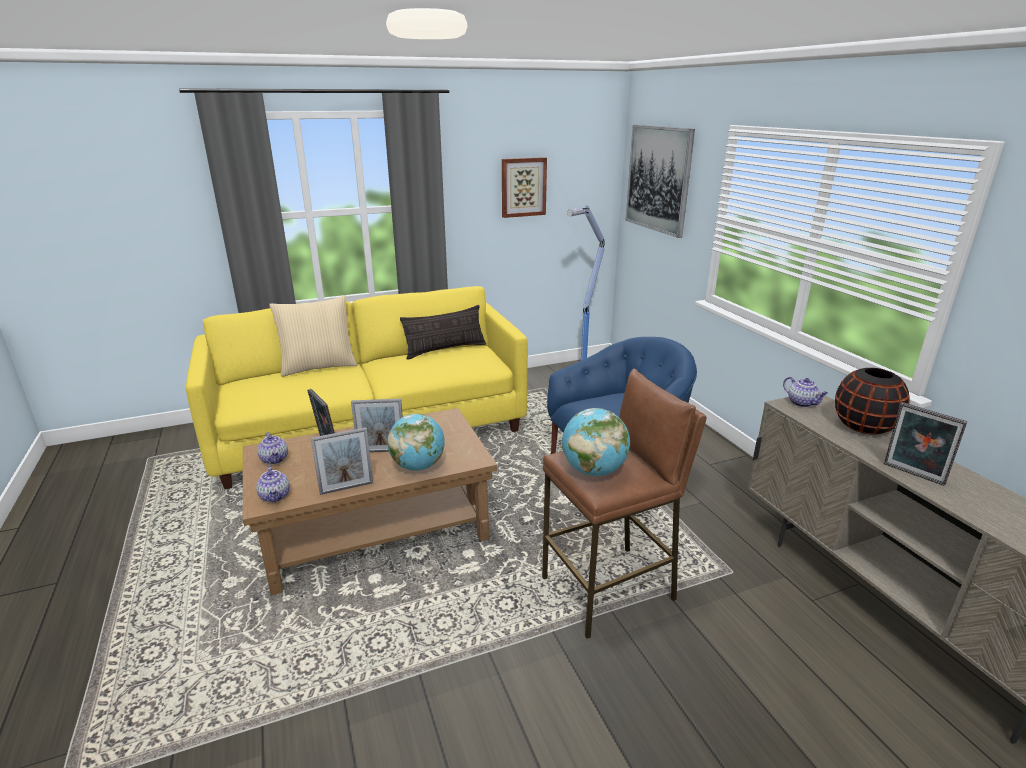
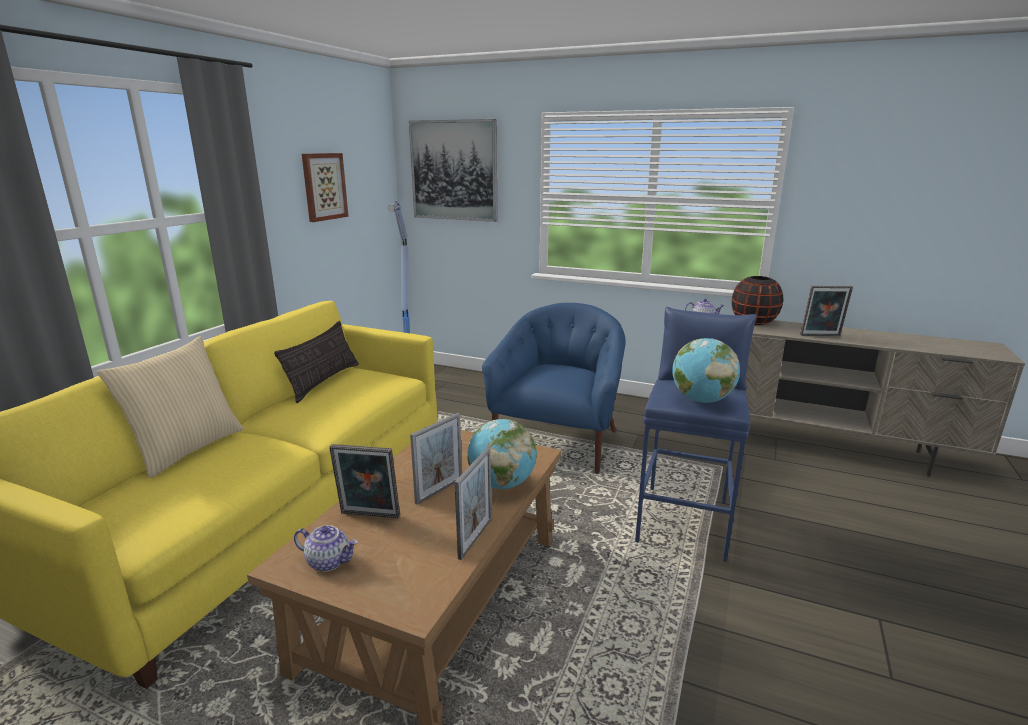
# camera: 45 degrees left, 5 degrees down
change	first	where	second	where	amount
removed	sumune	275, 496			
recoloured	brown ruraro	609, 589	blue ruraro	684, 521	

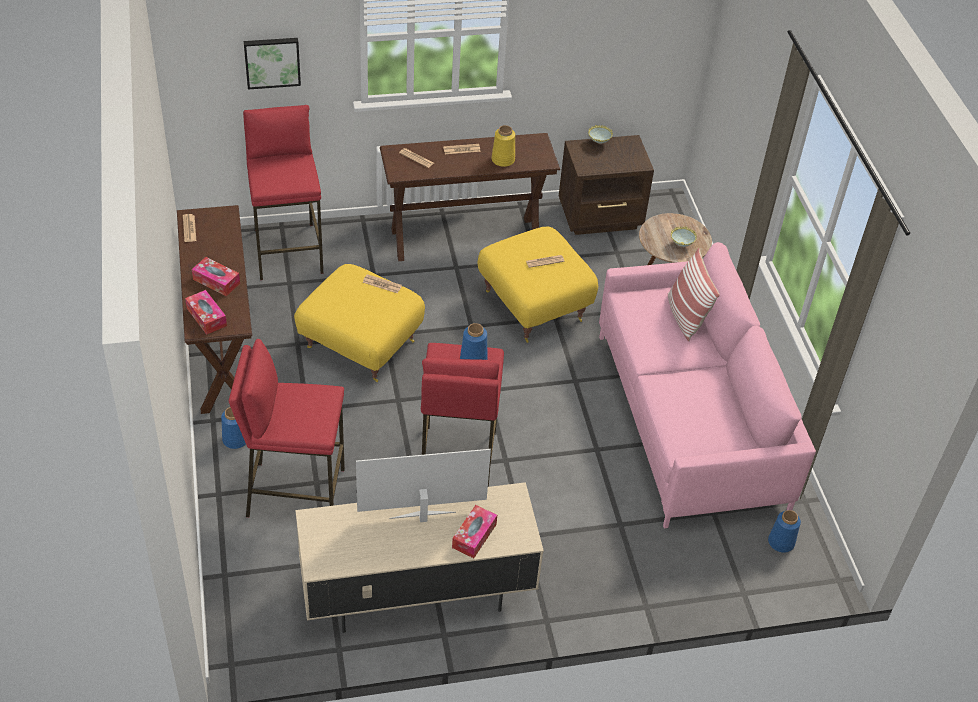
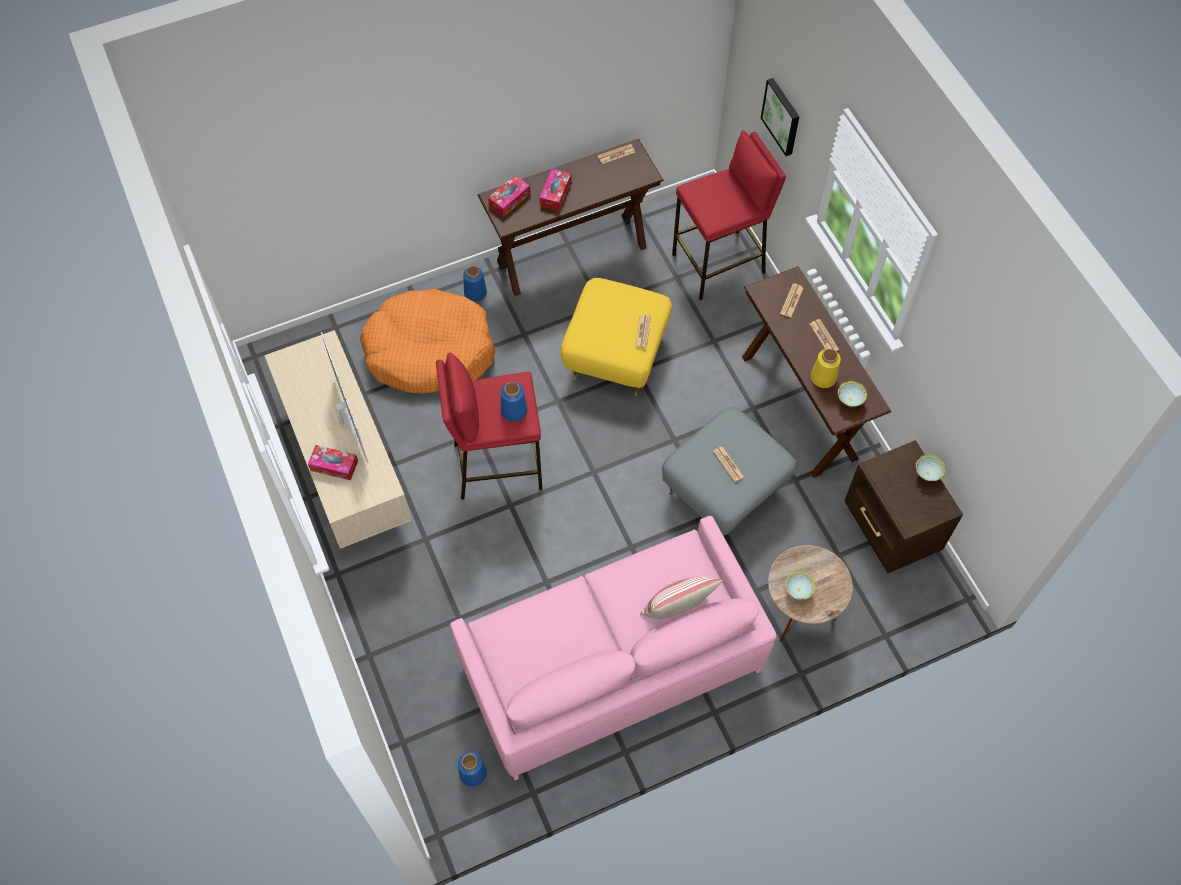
# camera: 80 degrees right, 15 degrees up
change	first	where	second	where	amount
replaced	red ruraro	295, 492	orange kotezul	430, 351	
recoloured	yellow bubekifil	534, 306	grey bubekifil	723, 490	
added			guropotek	849, 401	

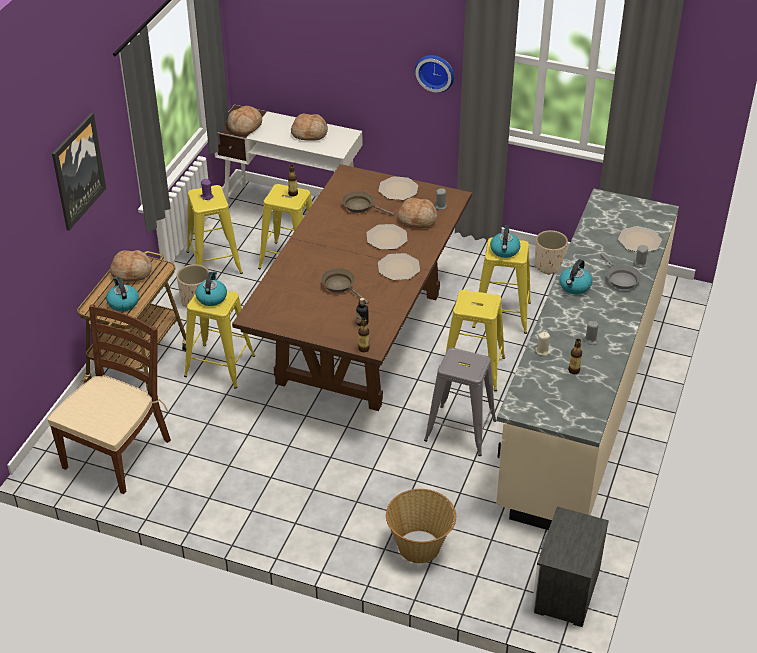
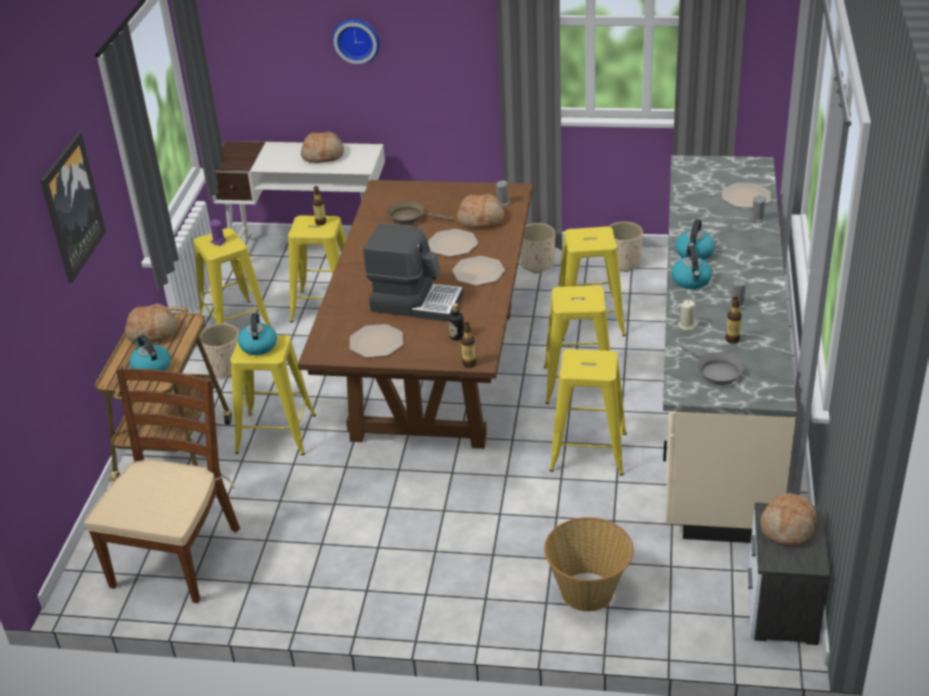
# camera: 10 degrees left, 5 degrees down
change	first	where	second	where	amount
moved	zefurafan	245, 126		788, 527	
replaced	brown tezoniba	340, 286	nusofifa	416, 302	
moved	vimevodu	398, 189		376, 342	
moved	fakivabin	435, 71		356, 39	
recoloured	grey ruraro	460, 430	yellow ruraro	588, 452	
moved	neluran	504, 251		691, 281	
moved	grey tezoniba	620, 279		715, 372	
added			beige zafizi	537, 264	

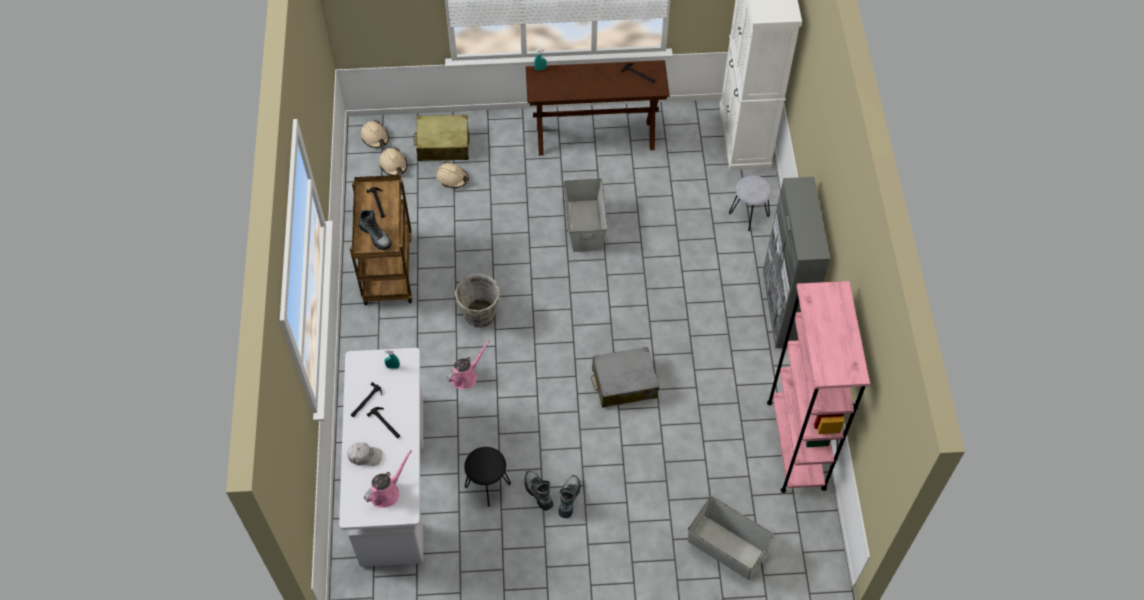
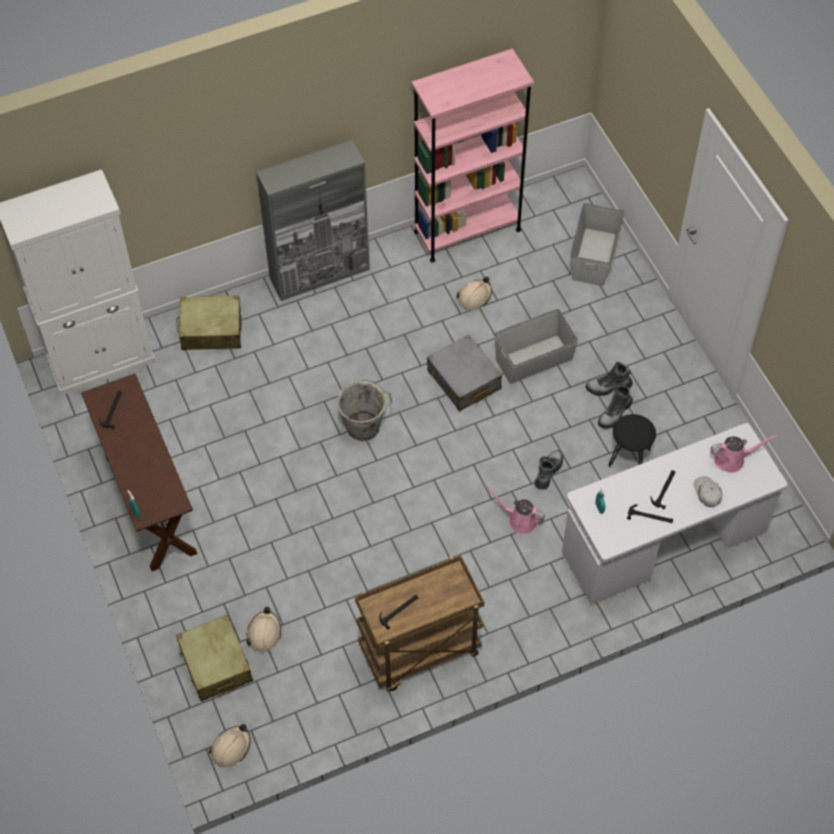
# camera: 110 degrees left, 0 degrees up
change	first	where	second	where	amount
moved	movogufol	375, 236		548, 472	
turned	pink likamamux	387, 492		732, 459	150 degrees clockwise
moved	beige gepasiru	393, 165		474, 296	
moved	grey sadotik	479, 316		364, 426	
moved	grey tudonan	585, 225		533, 359	
replaced	grey ruraro	748, 214	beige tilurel	211, 330	

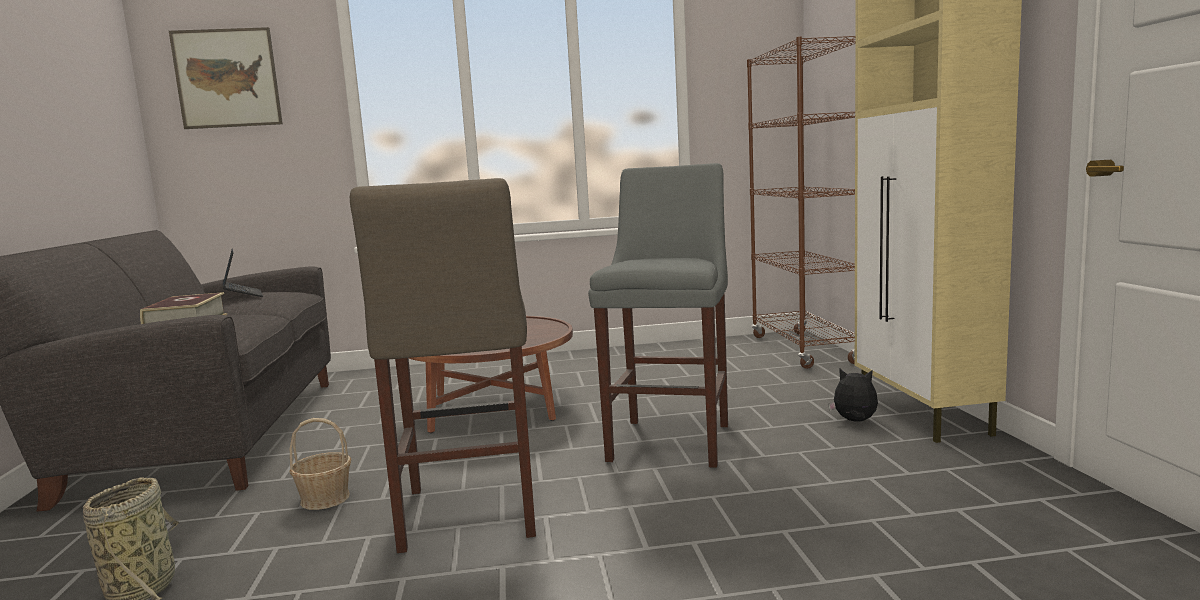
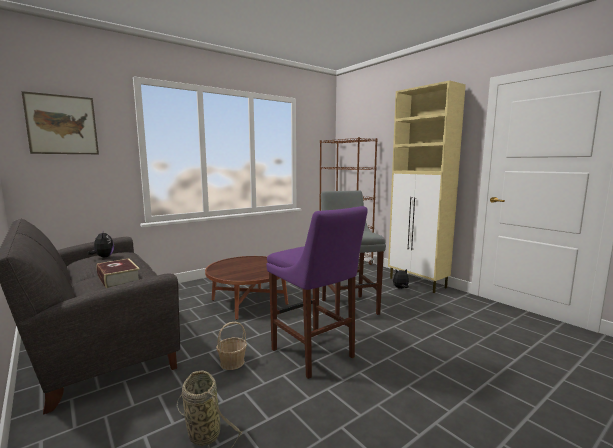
# camera: 30 degrees left, 0 degrees up
change	first	where	second	where	amount
replaced	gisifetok	243, 295	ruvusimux	103, 257	
recoloured	beige ruraro	468, 516	purple ruraro	314, 355	

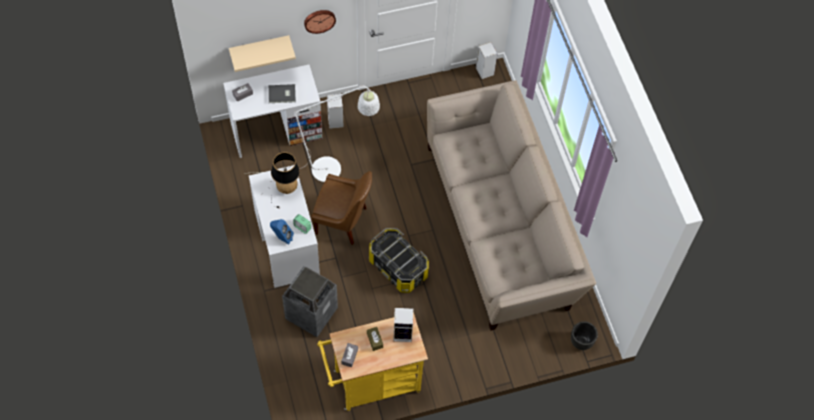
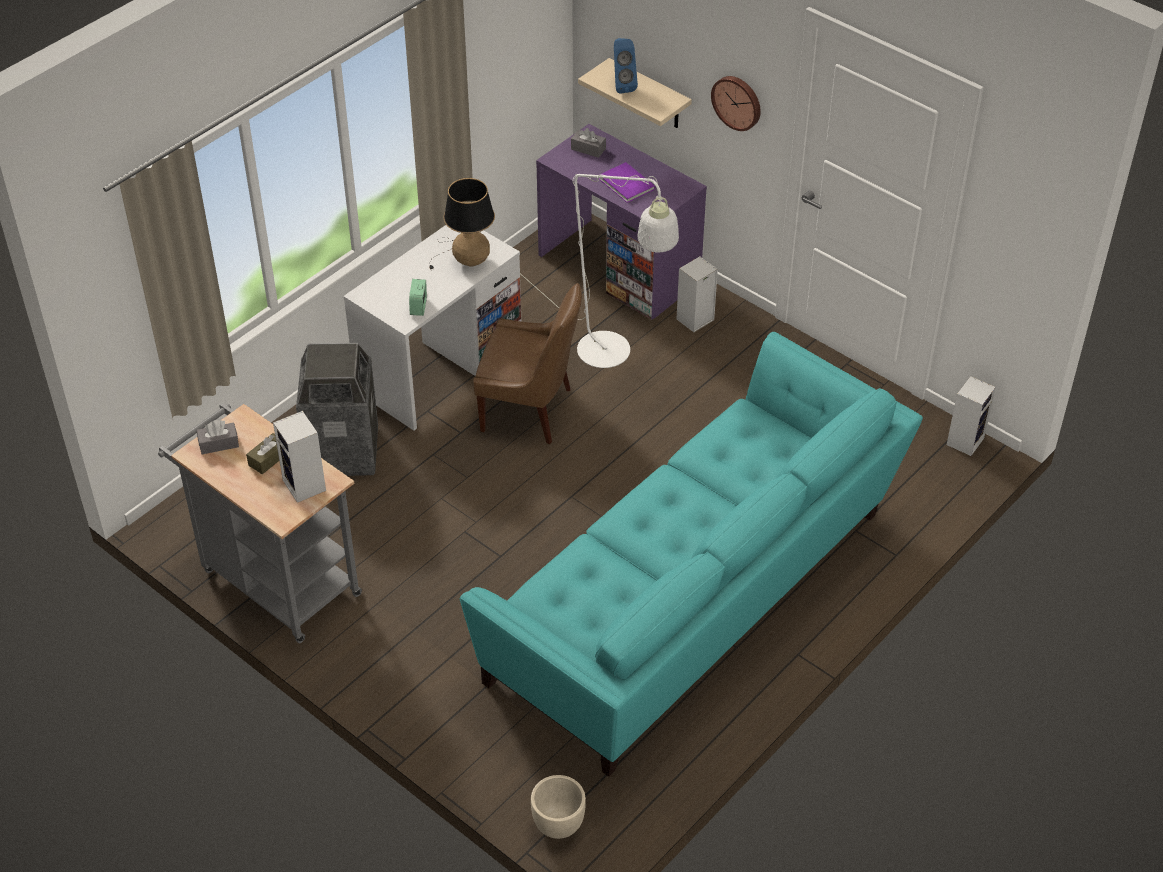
# camera: 60 degrees right, 15 degrees down
change	first	where	second	where	amount
recoloured	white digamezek	276, 130	purple digamezek	619, 268	
recoloured	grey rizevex	282, 95	purple rizevex	626, 185	
moved	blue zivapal	282, 238		622, 85	
turned	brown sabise	343, 221		530, 411	60 degrees counterclockwise
recoloured	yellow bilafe	372, 383	grey bilafe	274, 578	
removed	tudonan	398, 267			
recoloured	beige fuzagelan	501, 225	turquoise fuzagelan	694, 602	
recoloured	black zafizi	581, 342	beige zafizi	558, 825	

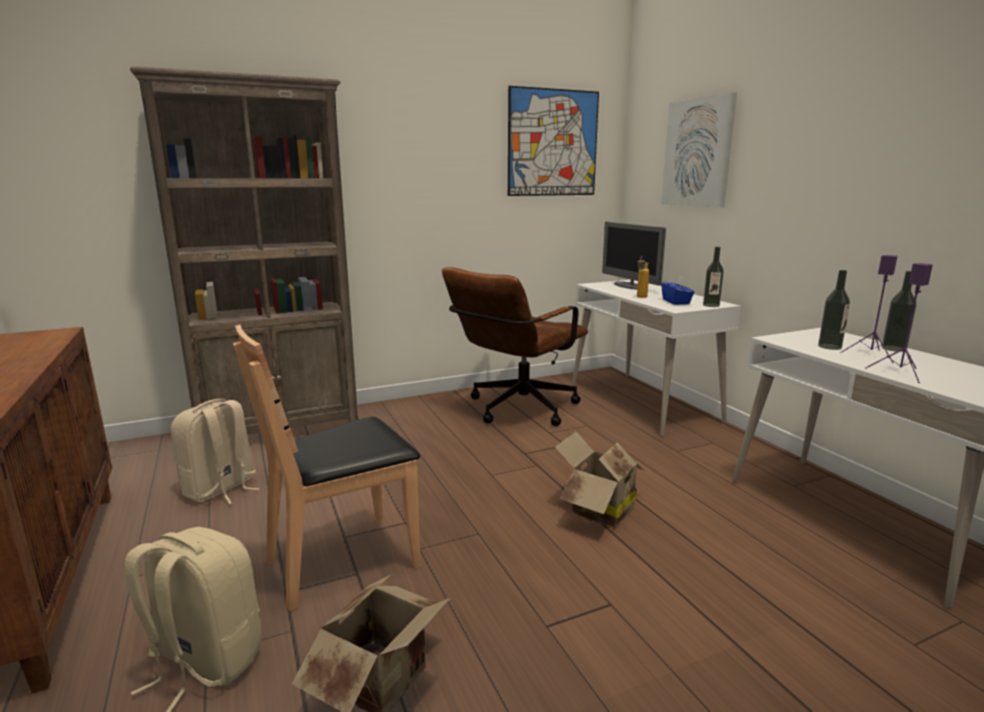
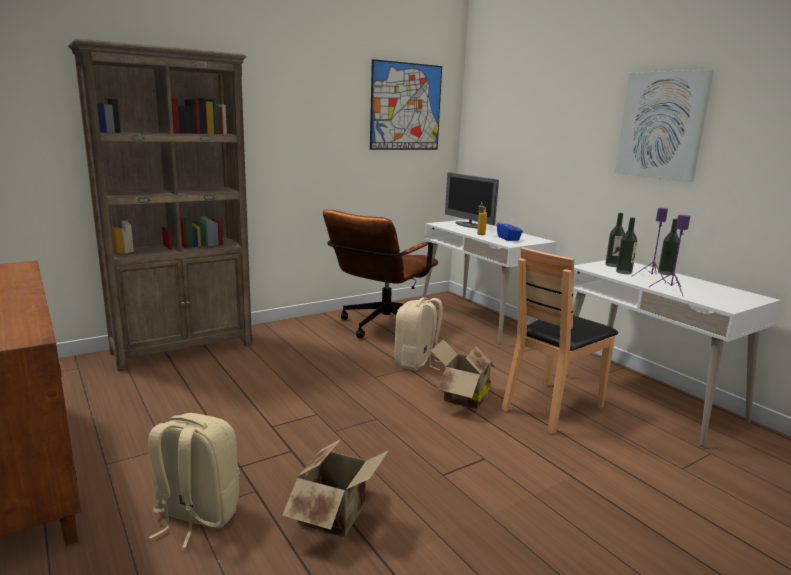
# camera: 10 degrees left, 0 degrees up
change	first	where	second	where	amount
moved	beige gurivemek	220, 489		417, 363	
moved	brown sabise	344, 561		551, 407	
moved	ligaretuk	698, 153		661, 125	
moved	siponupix	711, 305		612, 265	

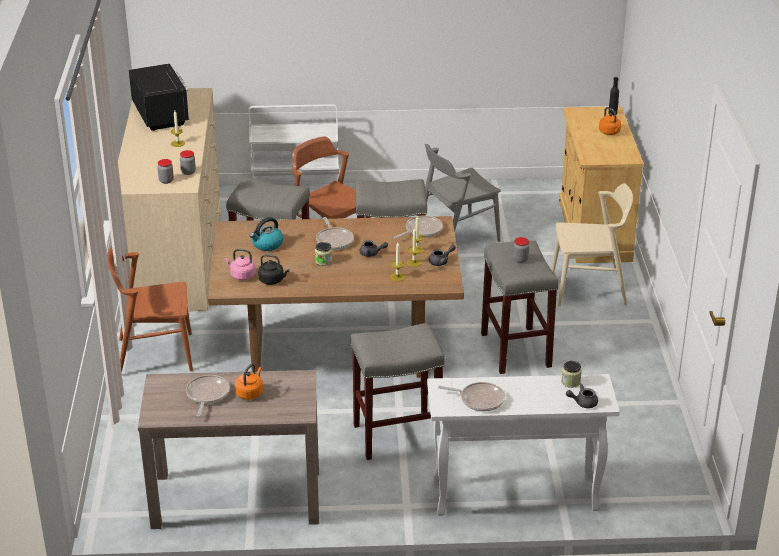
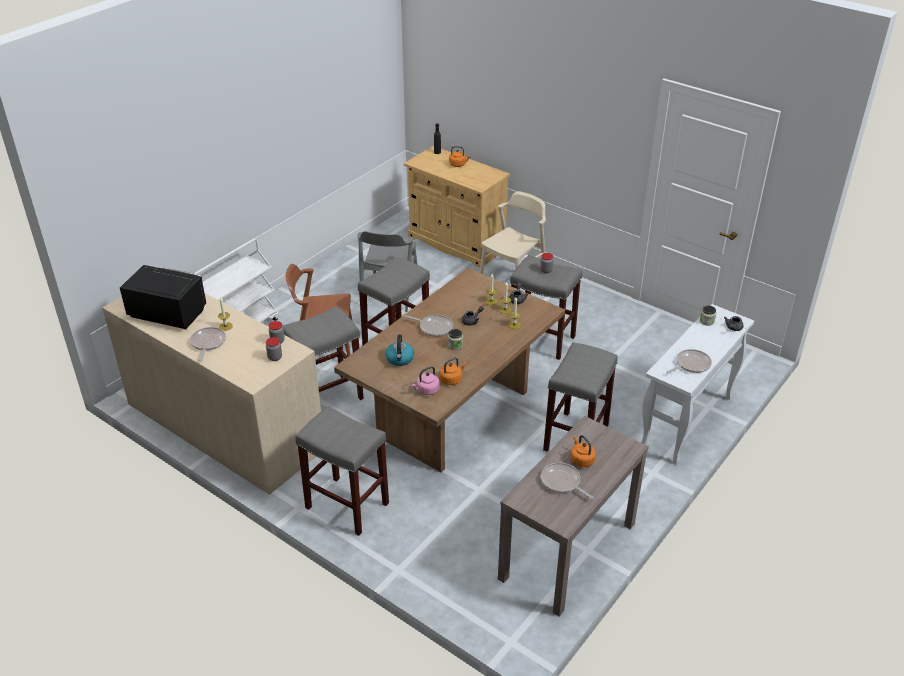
# camera: 50 degrees left, 5 degrees up
change	first	where	second	where	amount
replaced	brown sabise	155, 354	grey ruraro	346, 505	
recoloured	black neluran	272, 280	orange neluran	451, 379	
moved	tezoniba	421, 230		207, 343	

